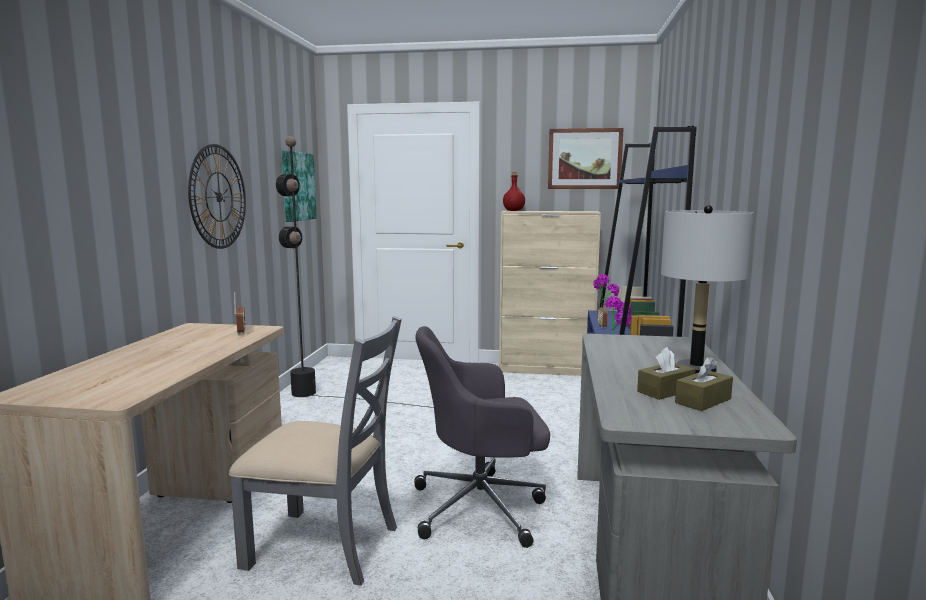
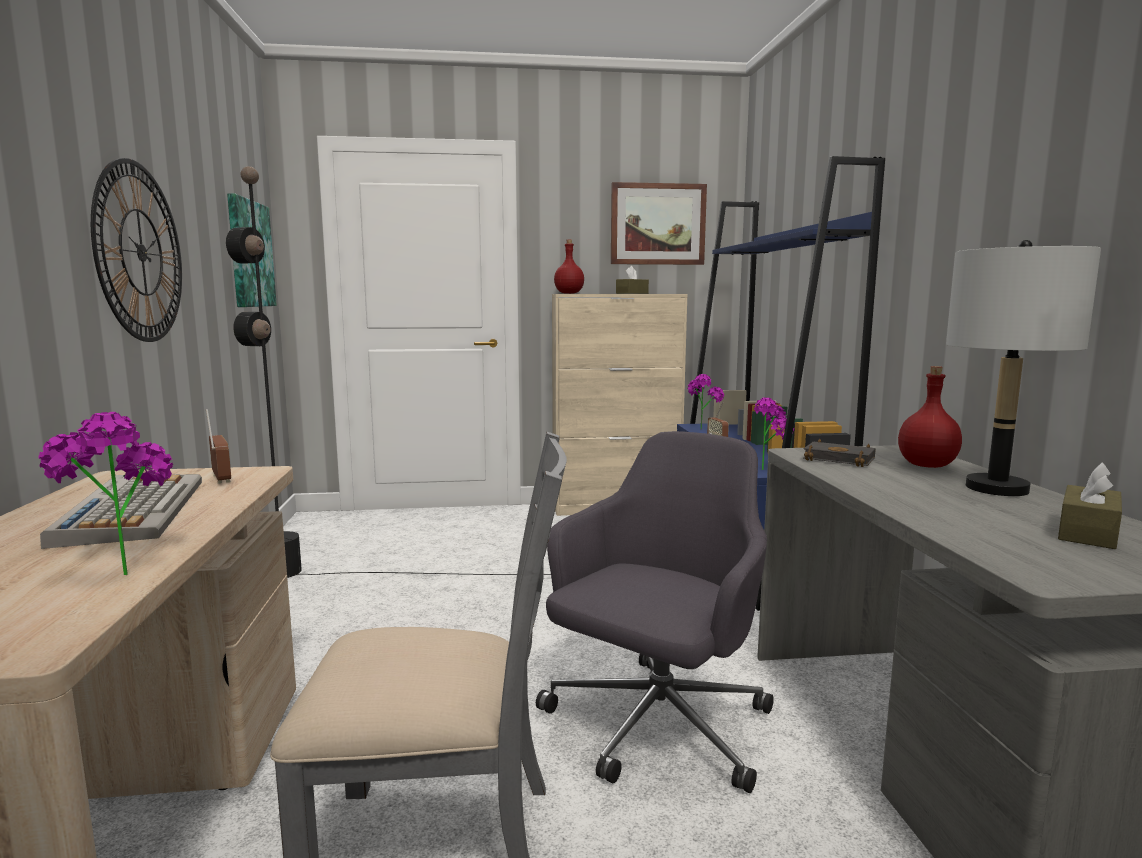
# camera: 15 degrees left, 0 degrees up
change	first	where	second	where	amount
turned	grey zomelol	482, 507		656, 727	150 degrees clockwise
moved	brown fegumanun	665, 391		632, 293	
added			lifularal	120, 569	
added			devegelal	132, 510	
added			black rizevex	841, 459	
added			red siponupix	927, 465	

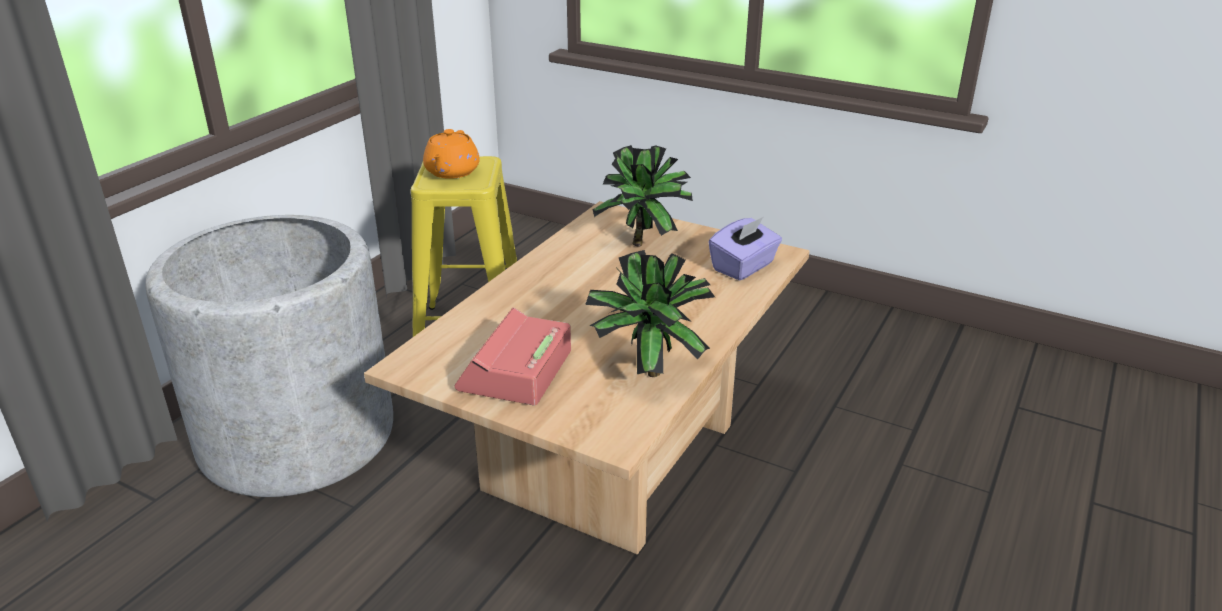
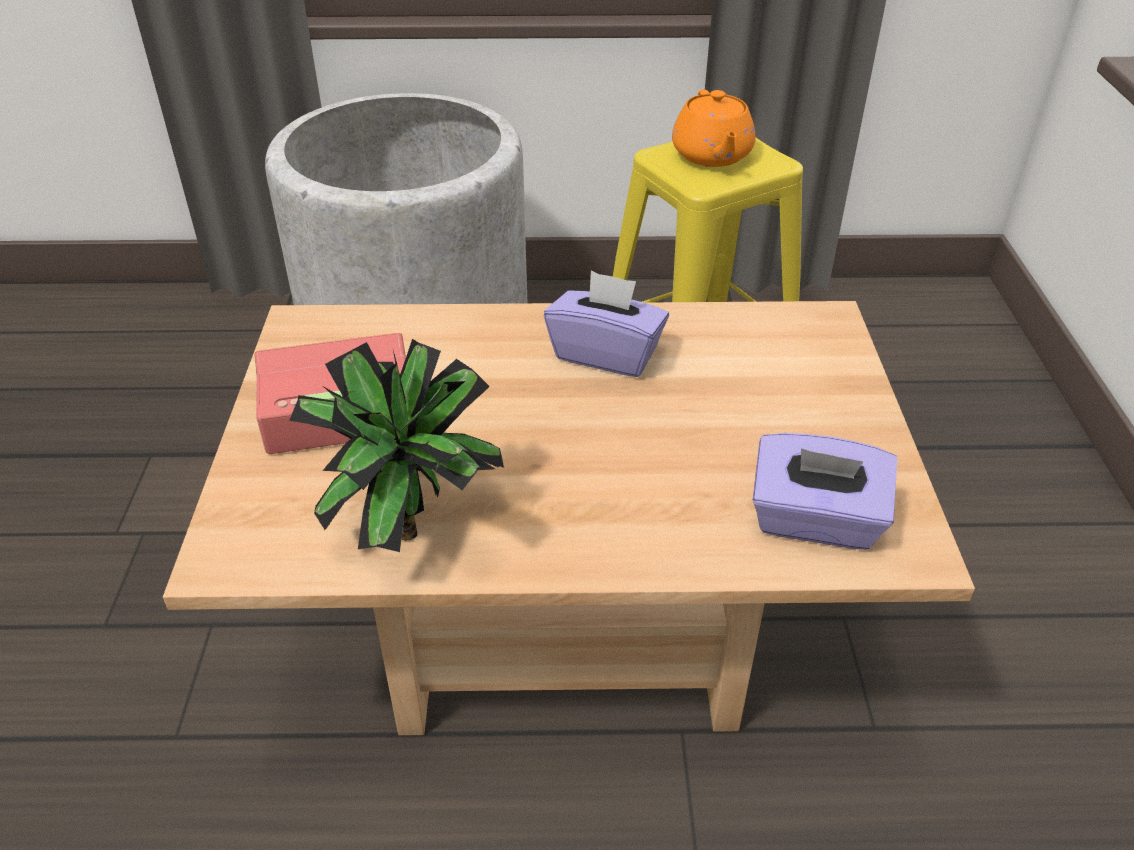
# camera: 60 degrees right, 10 degrees up
change	first	where	second	where	amount
turned	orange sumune	451, 172		712, 156	75 degrees counterclockwise
removed	lifularal	645, 244			
added			purple fegumanun	606, 354	

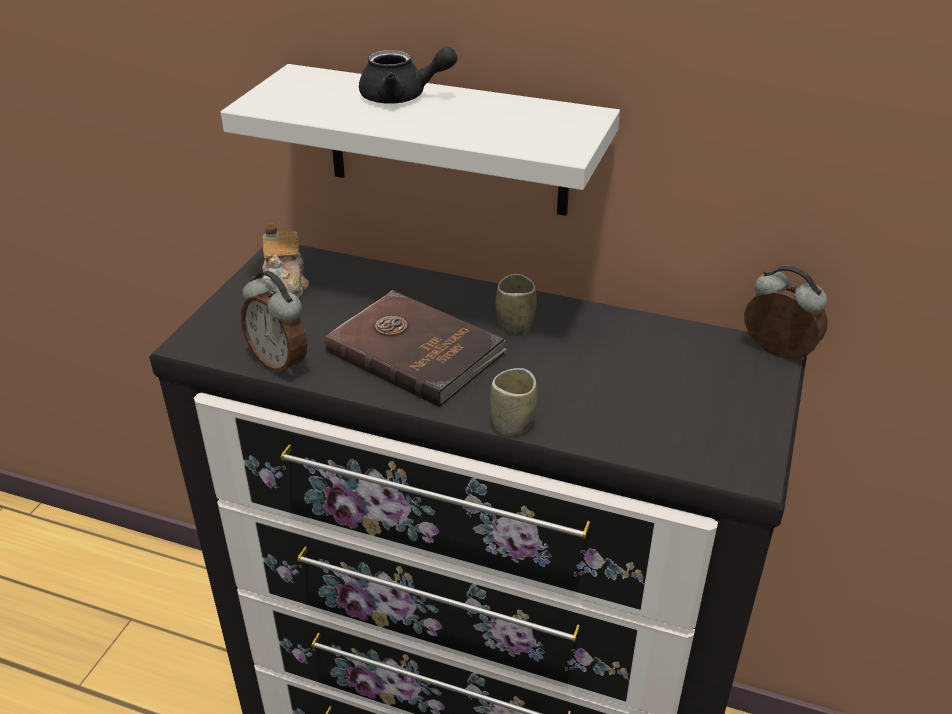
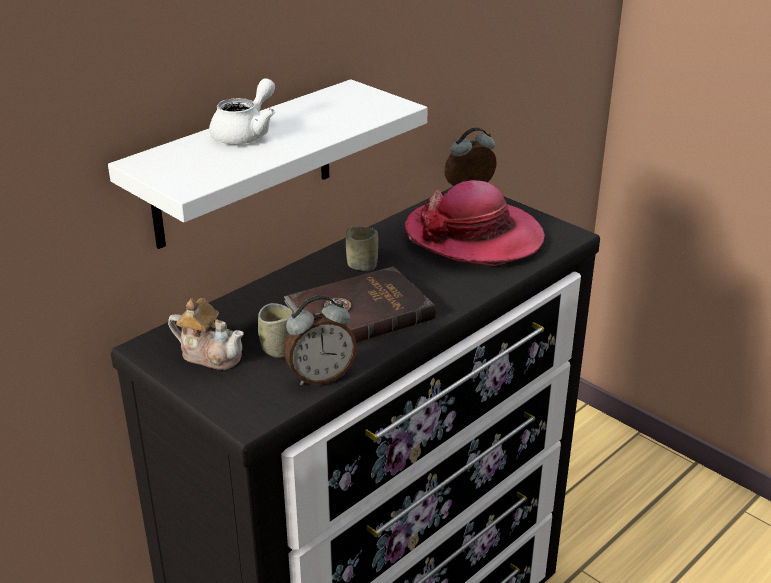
# camera: 65 degrees left, 5 degrees down
change	first	where	second	where	amount
recoloured	black sumune	402, 97	white sumune	246, 134	
moved	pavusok	512, 423		278, 349	
added			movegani	474, 236	

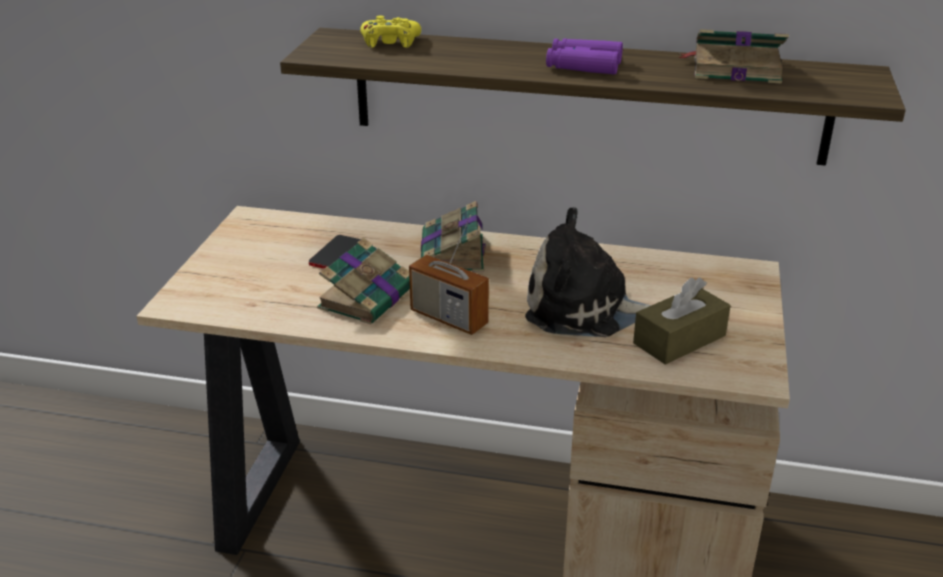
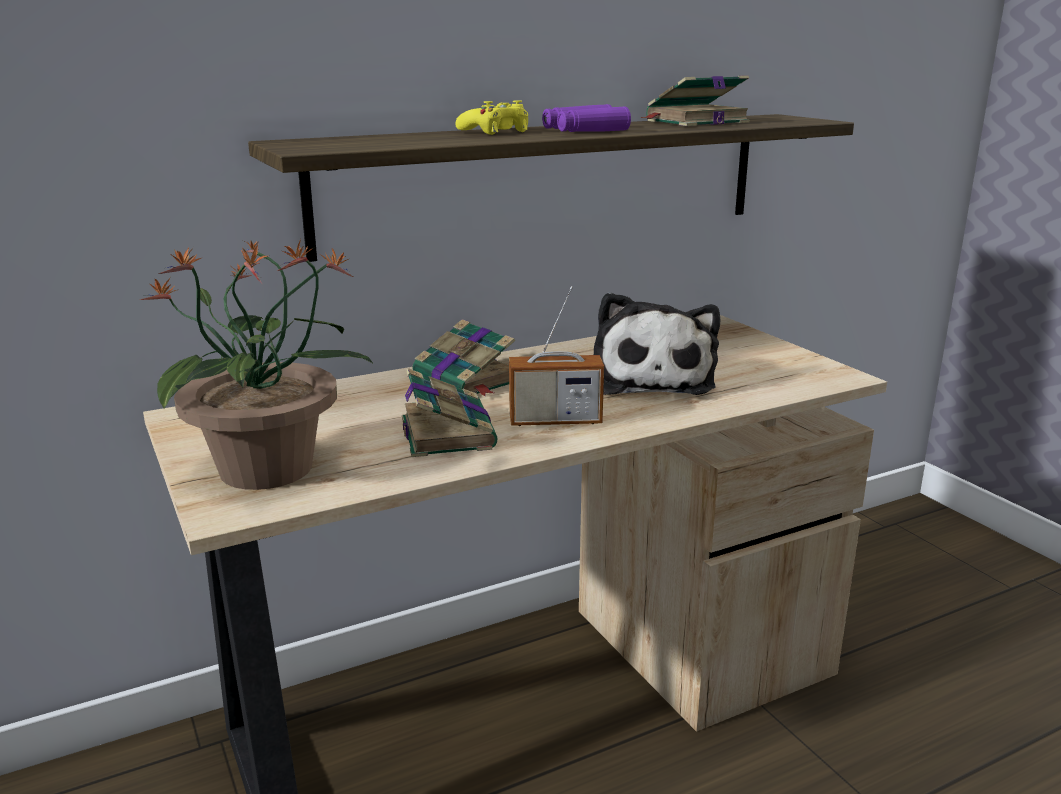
# camera: 40 degrees left, 10 degrees down
change	first	where	second	where	amount
removed	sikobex	336, 254			
moved	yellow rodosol	390, 42		495, 131	
turned	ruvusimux	585, 309		651, 379	60 degrees counterclockwise
removed	brown fegumanun	679, 339			
added			lifularal	269, 469	

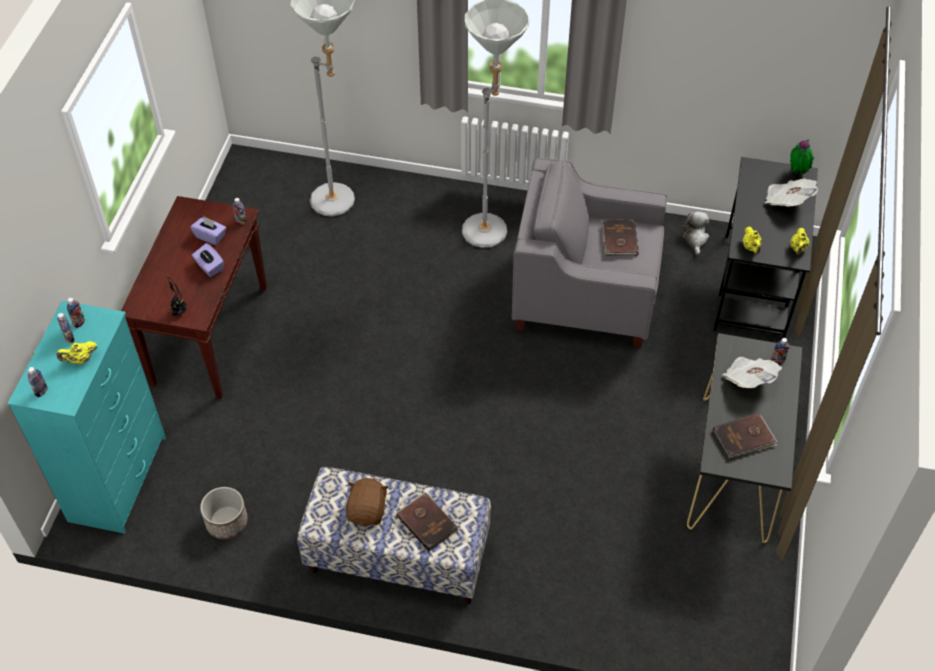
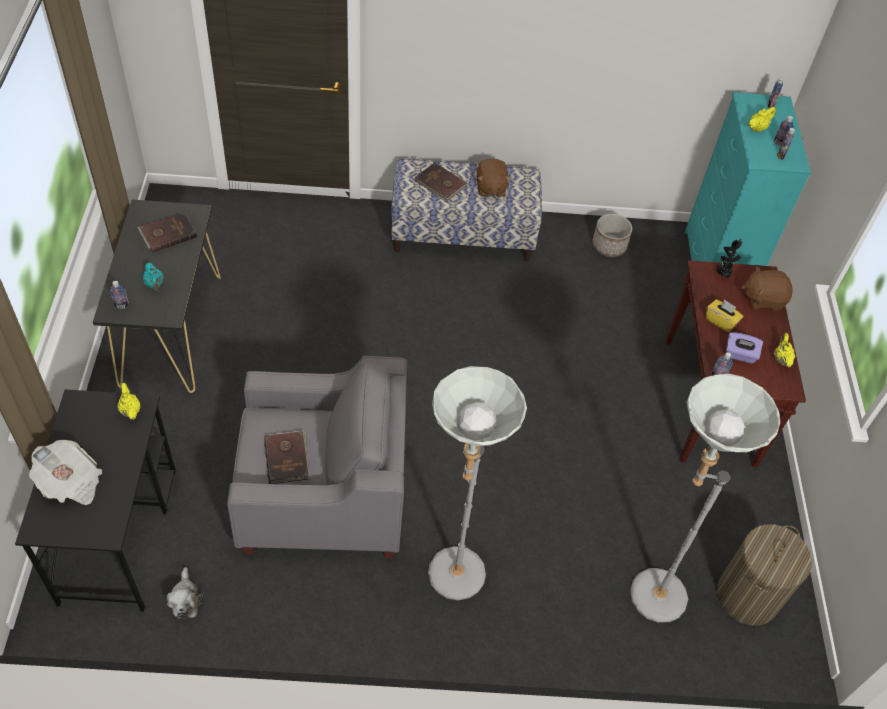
# camera: 165 degrees right, 0 degrees up
change	first	where	second	where	amount
recoloured	purple fegumanun	209, 267	yellow fegumanun	721, 321	
replaced	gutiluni	749, 379	turquoise sumune	155, 284	
removed	lifularal	797, 173			
moved	yellow sumune	798, 249		781, 359	
added			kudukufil	747, 596	
added			brown ruvusimux	762, 299	

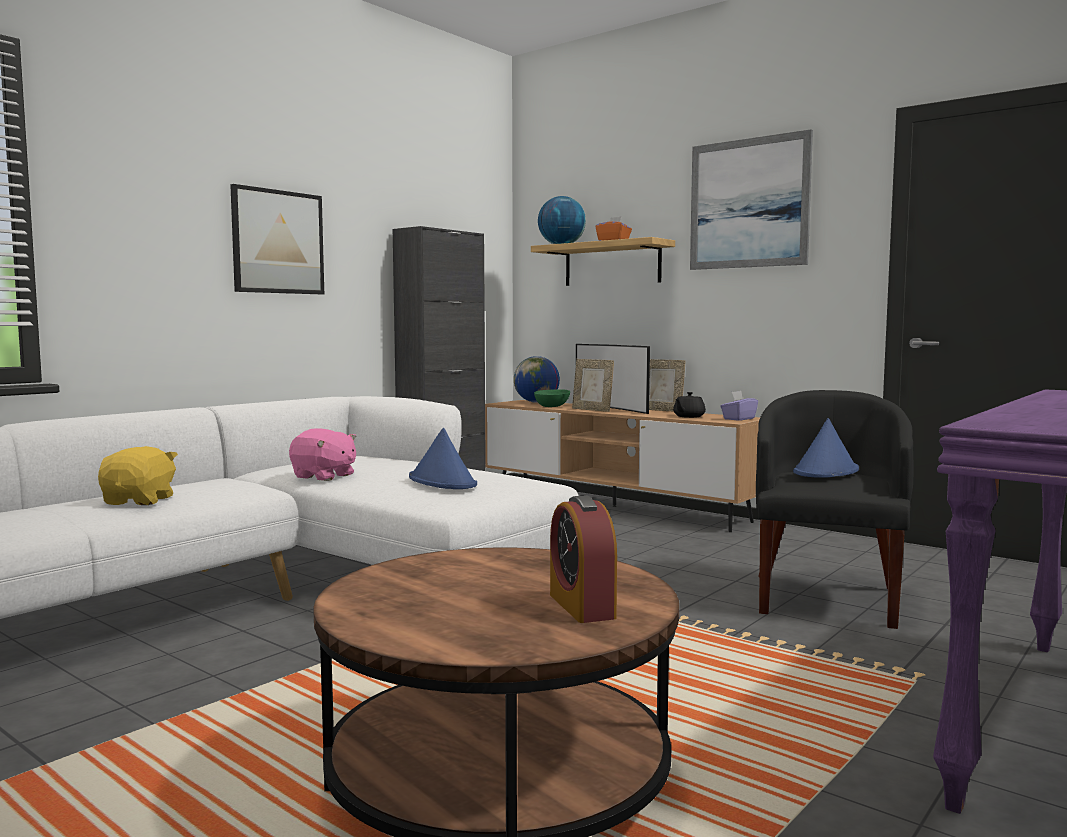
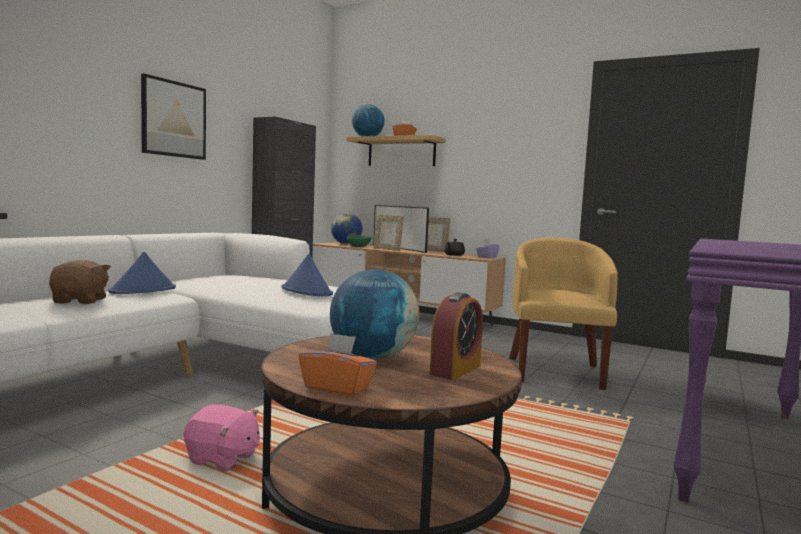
# camera: 10 degrees left, 0 degrees up
change	first	where	second	where	amount
recoloured	yellow ruvusimux	140, 501	brown ruvusimux	80, 301	
moved	pink ruvusimux	324, 476		222, 459	
turned	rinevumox	581, 606		455, 370	120 degrees counterclockwise
removed	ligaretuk	748, 203			
recoloured	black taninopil	827, 598	yellow taninopil	556, 371	
moved	blue movegani	826, 472		143, 290	
added			orange fegumanun	337, 388	
added			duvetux	372, 357	

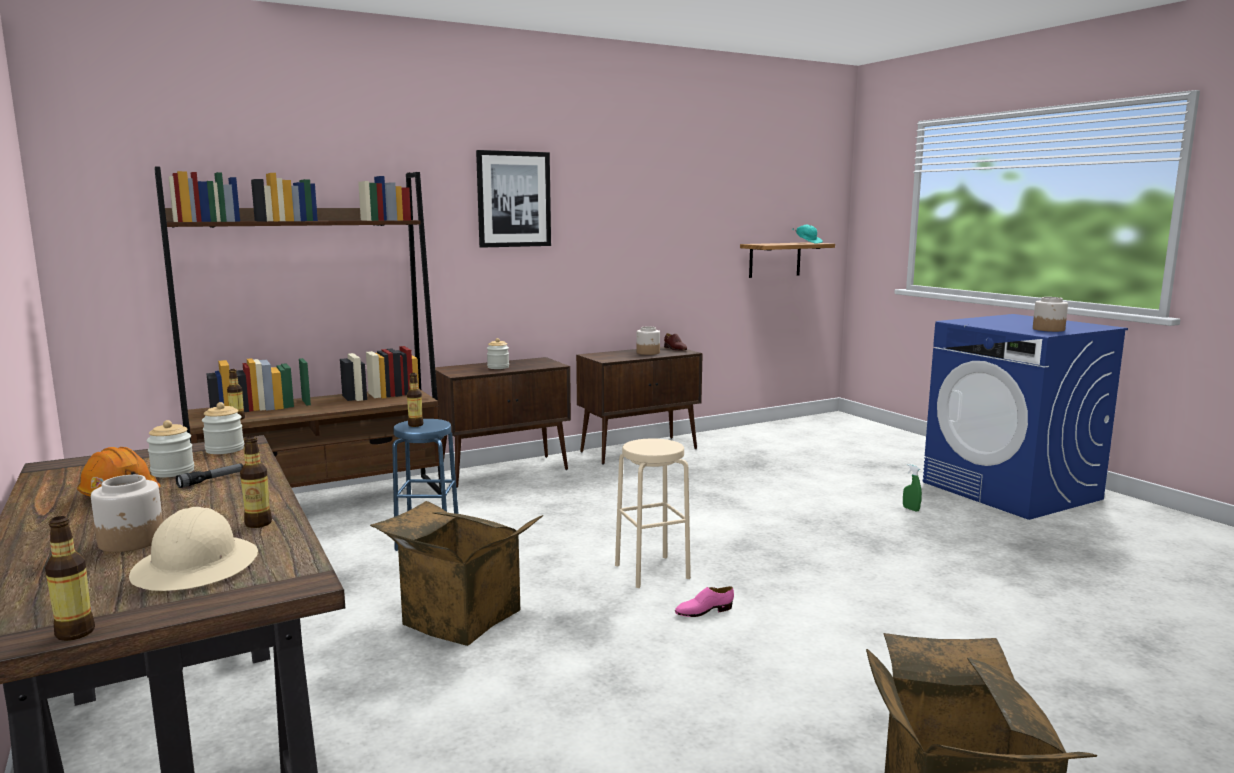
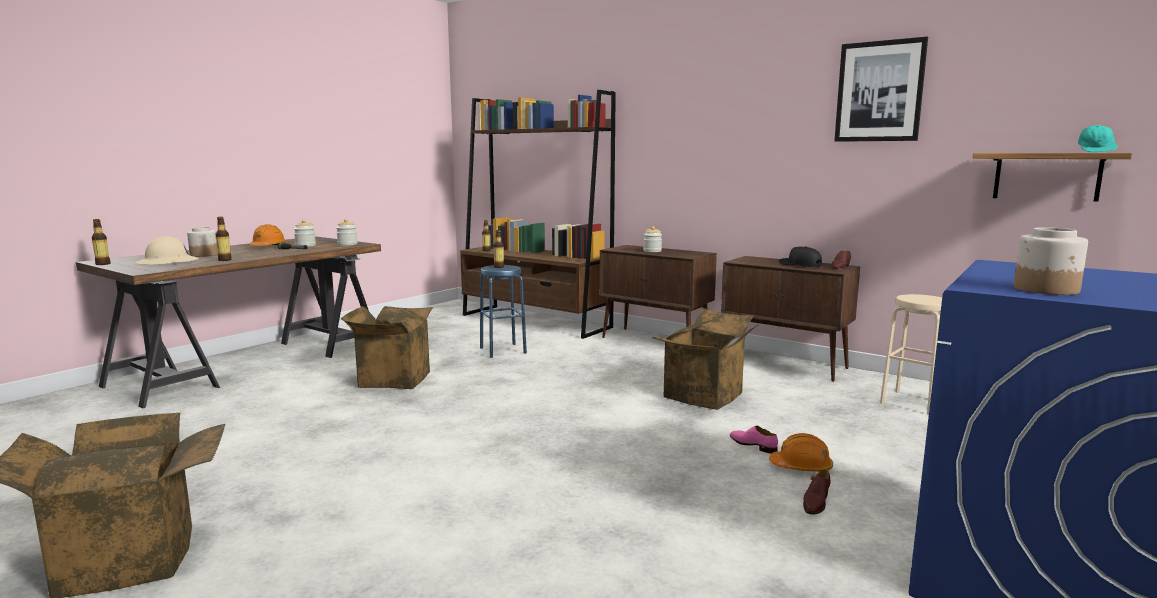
# camera: 65 degrees right, 0 degrees up
change	first	where	second	where	amount
moved	ligaretuk	513, 199		879, 91	
moved	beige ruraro	652, 571		912, 402	
replaced	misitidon	648, 352	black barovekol	800, 265	
moved	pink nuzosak	703, 611		753, 445	
replaced	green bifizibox	911, 509	brown nuzosak	815, 502	
added			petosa	705, 396	
added			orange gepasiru	801, 467	

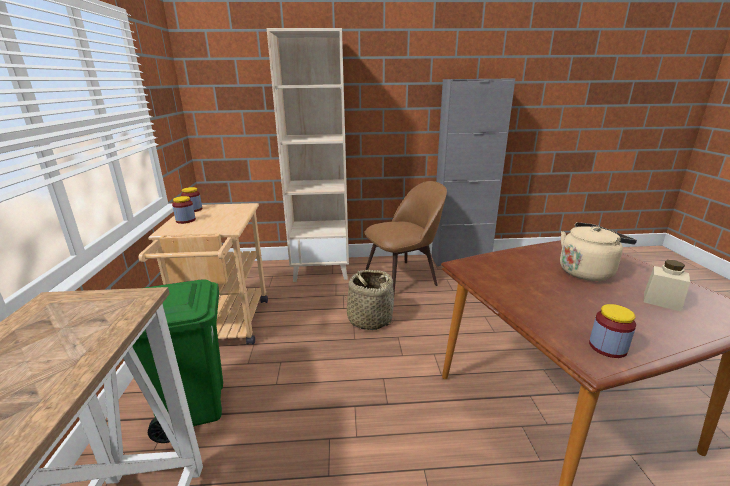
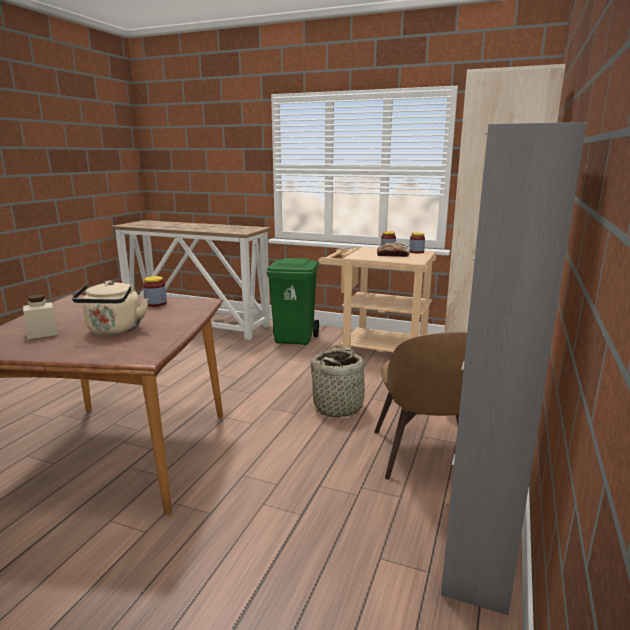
# camera: 115 degrees right, 5 degrees down
change	first	where	second	where	amount
moved	misitidon	607, 347		156, 304	
added			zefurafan	393, 255	

